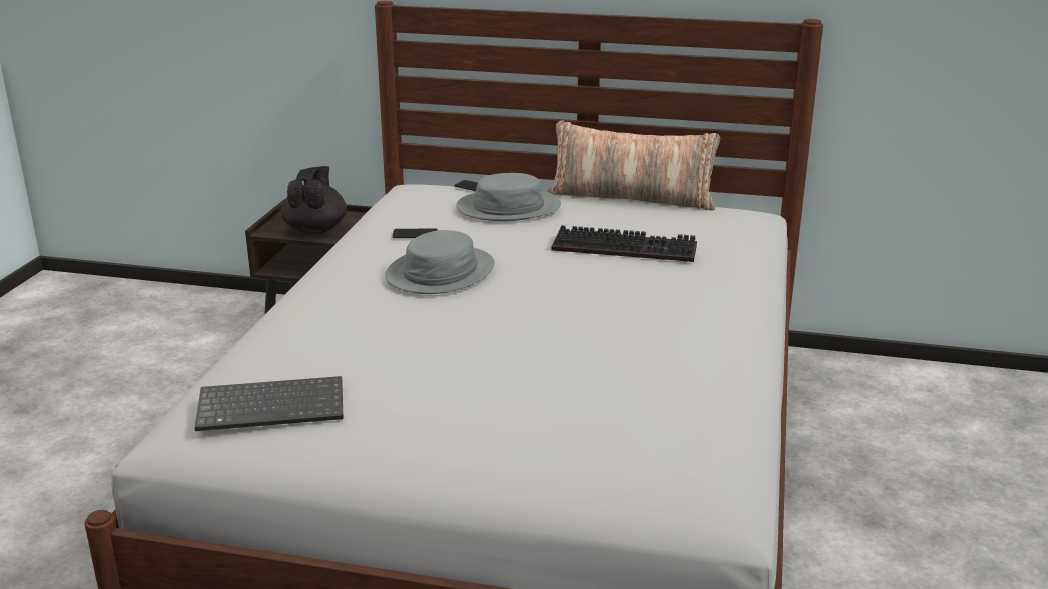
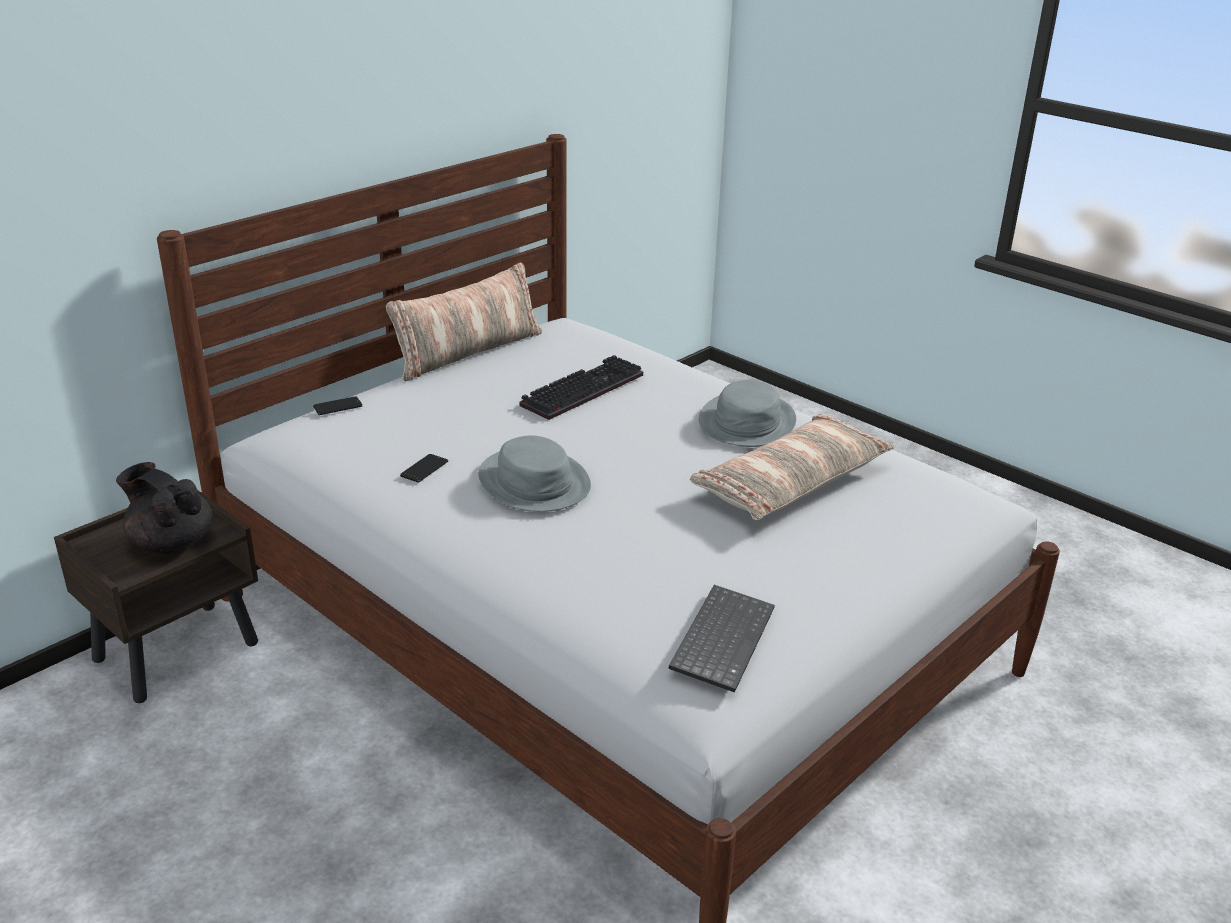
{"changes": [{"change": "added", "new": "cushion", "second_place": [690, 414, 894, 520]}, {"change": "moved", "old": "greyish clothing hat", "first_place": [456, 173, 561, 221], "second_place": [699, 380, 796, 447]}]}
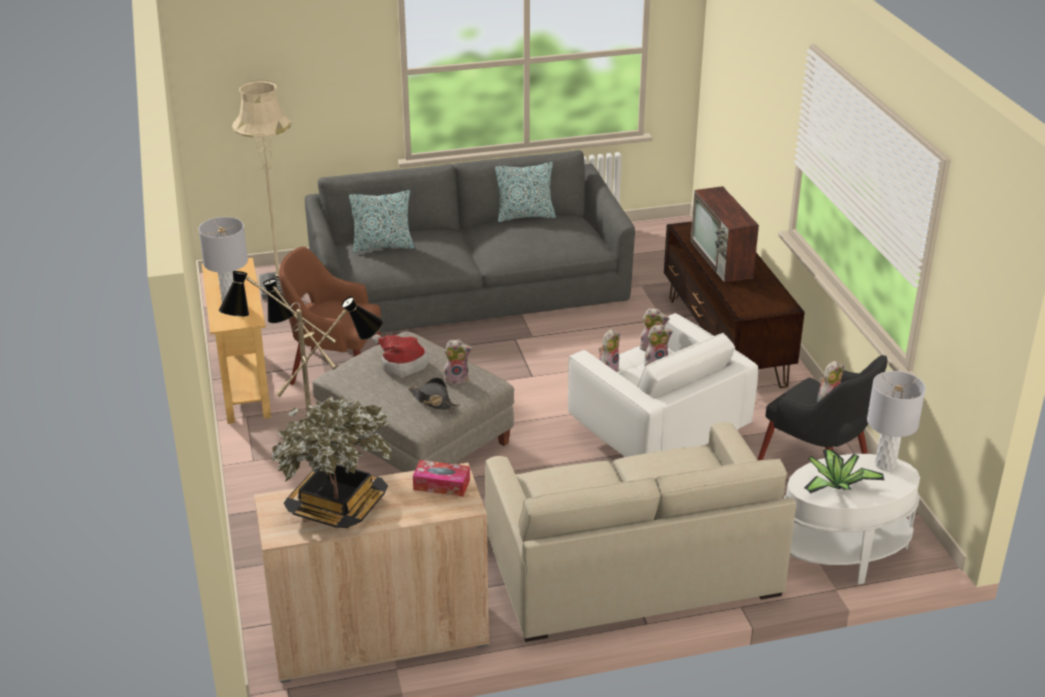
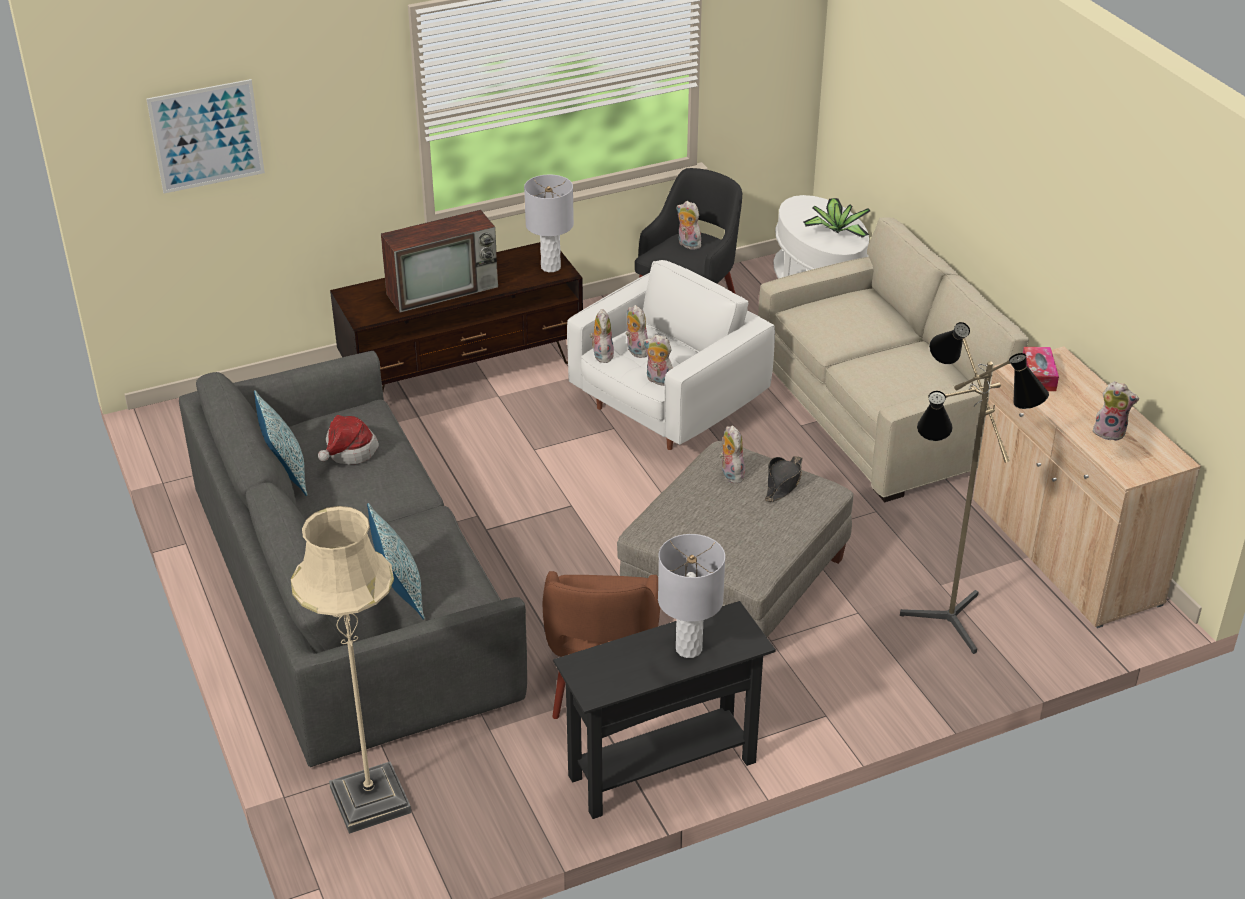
{"changes": [{"change": "added", "new": "wall art", "second_place": [146, 79, 265, 193]}, {"change": "moved", "old": "clothing hat", "first_place": [372, 334, 429, 378], "second_place": [318, 415, 379, 465]}, {"change": "moved", "old": "greyish tabletop lamp", "first_place": [867, 371, 926, 471], "second_place": [524, 175, 574, 272]}, {"change": "recoloured", "old": "sand-coloured hall table", "new": "blackish hall table", "first_place": [202, 258, 271, 424], "second_place": [553, 601, 776, 819]}, {"change": "replaced", "old": "potted plant", "new": "cuddly toy", "first_place": [272, 396, 392, 528], "second_place": [1093, 381, 1139, 441]}]}
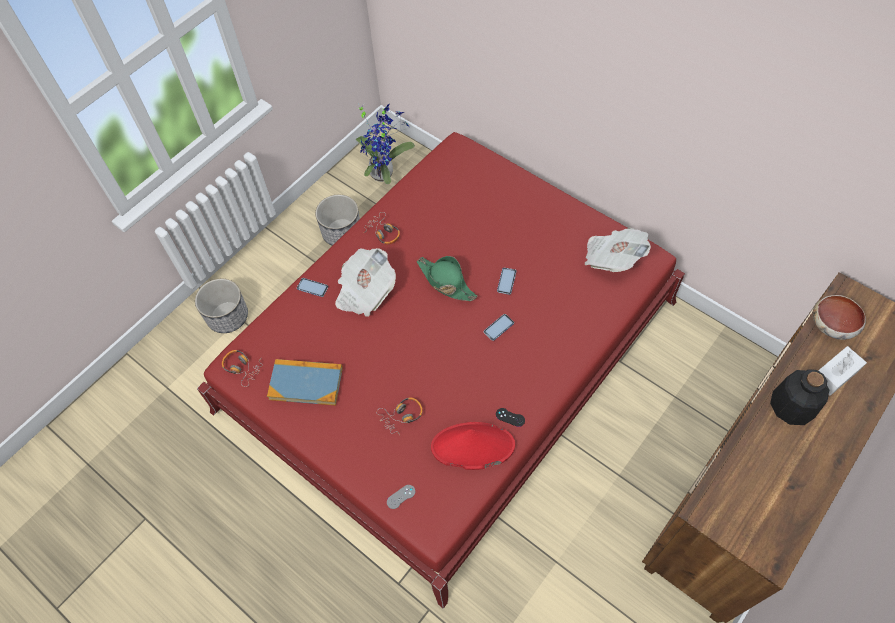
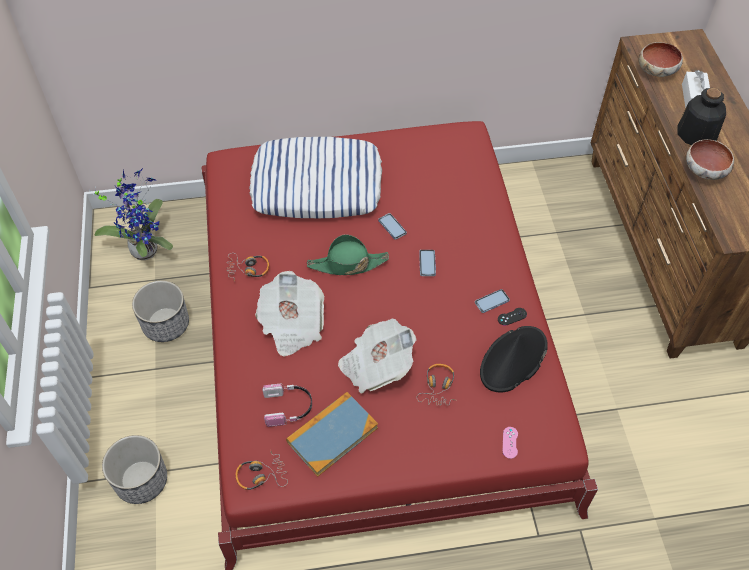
{"changes": [{"change": "added", "new": "cushion", "second_place": [249, 137, 382, 218]}, {"change": "added", "new": "headphones", "second_place": [262, 384, 312, 427]}, {"change": "moved", "old": "newspaper", "first_place": [585, 228, 651, 272], "second_place": [338, 319, 417, 394]}, {"change": "moved", "old": "phone", "first_place": [297, 278, 328, 297], "second_place": [475, 289, 510, 313]}, {"change": "recoloured", "old": "red-coloured clothing hat", "new": "blackish clothing hat", "first_place": [431, 422, 515, 470], "second_place": [480, 326, 548, 393]}, {"change": "recoloured", "old": "greyish game controller", "new": "pink-coloured game controller", "first_place": [387, 485, 415, 509], "second_place": [502, 427, 518, 459]}, {"change": "added", "new": "bowl", "second_place": [686, 139, 734, 180]}]}
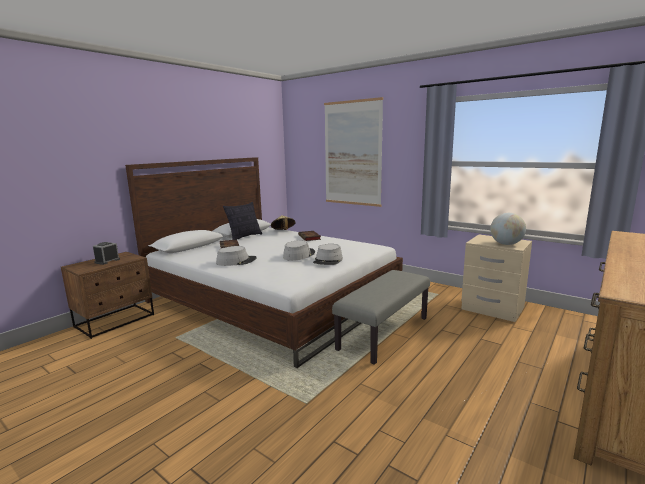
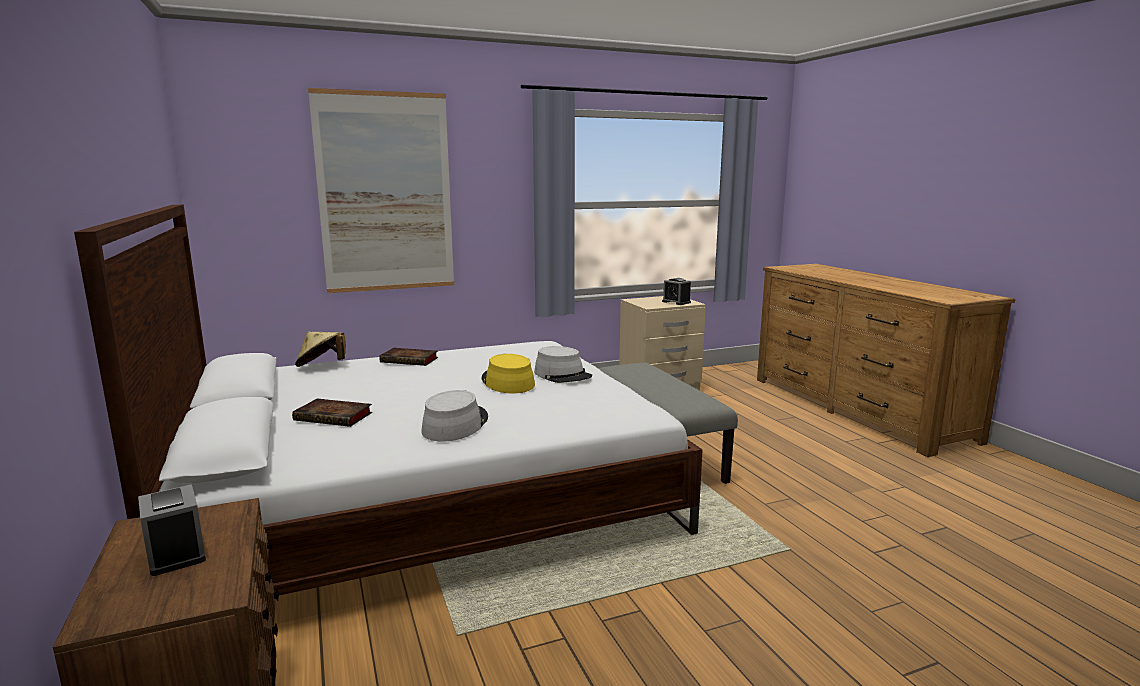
{"changes": [{"change": "recoloured", "old": "greyish clothing hat", "new": "yellowish clothing hat", "first_place": [283, 240, 315, 261], "second_place": [481, 354, 535, 393]}, {"change": "replaced", "old": "globe", "new": "table clock", "first_place": [490, 213, 526, 245], "second_place": [662, 278, 691, 305]}, {"change": "removed", "old": "cushion", "first_place": [223, 202, 262, 240]}]}
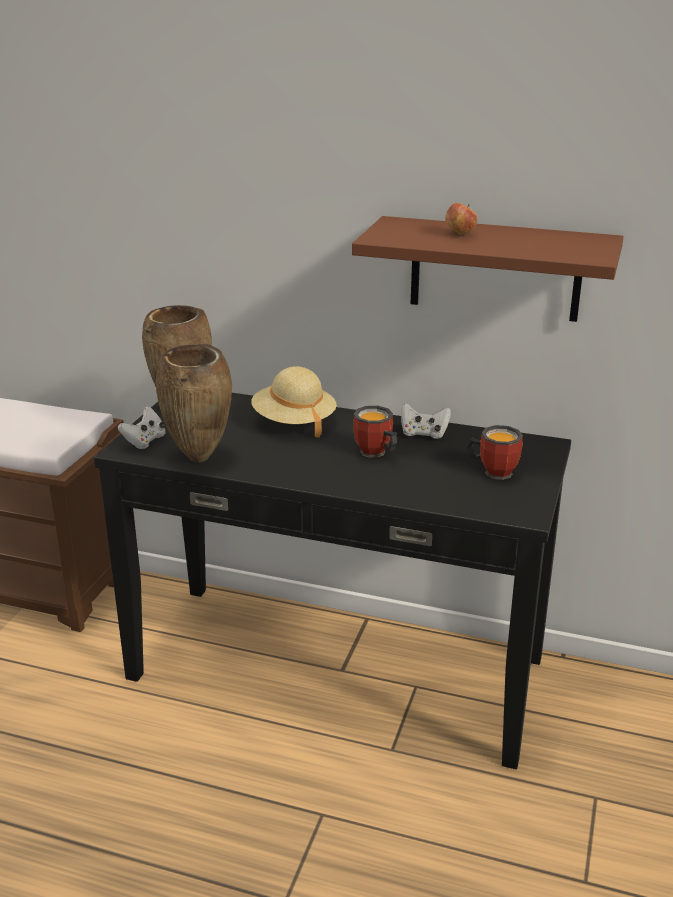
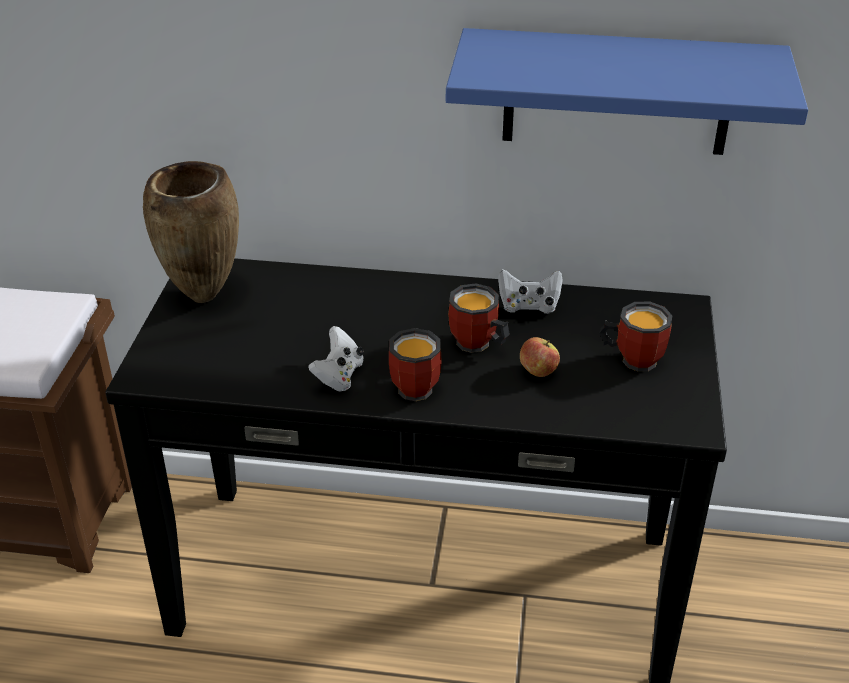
{"changes": [{"change": "moved", "old": "white-coloured game controller", "first_place": [118, 406, 166, 449], "second_place": [308, 326, 364, 392]}, {"change": "added", "new": "tea mug", "second_place": [389, 328, 442, 401]}, {"change": "recoloured", "old": "brown wall shelf", "new": "blue wall shelf", "first_place": [352, 216, 623, 322], "second_place": [446, 28, 808, 155]}, {"change": "moved", "old": "apple fruit", "first_place": [445, 203, 477, 235], "second_place": [520, 337, 560, 377]}, {"change": "removed", "old": "brown decorative vase", "first_place": [156, 344, 232, 463]}, {"change": "removed", "old": "sand-coloured clothing hat", "first_place": [251, 366, 337, 437]}]}
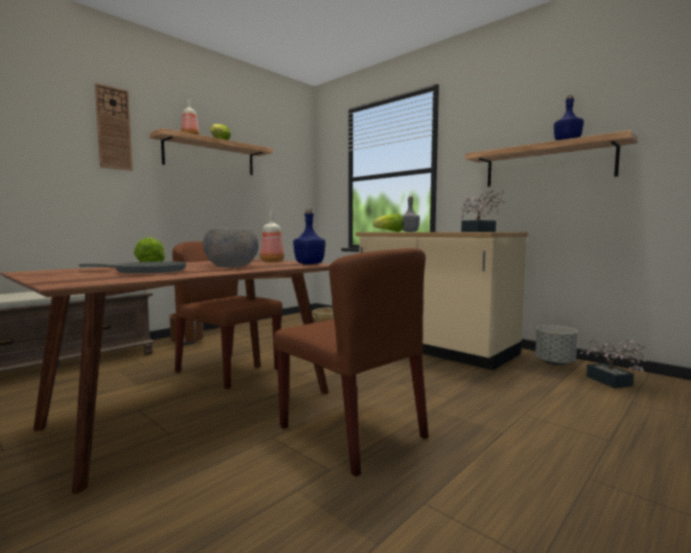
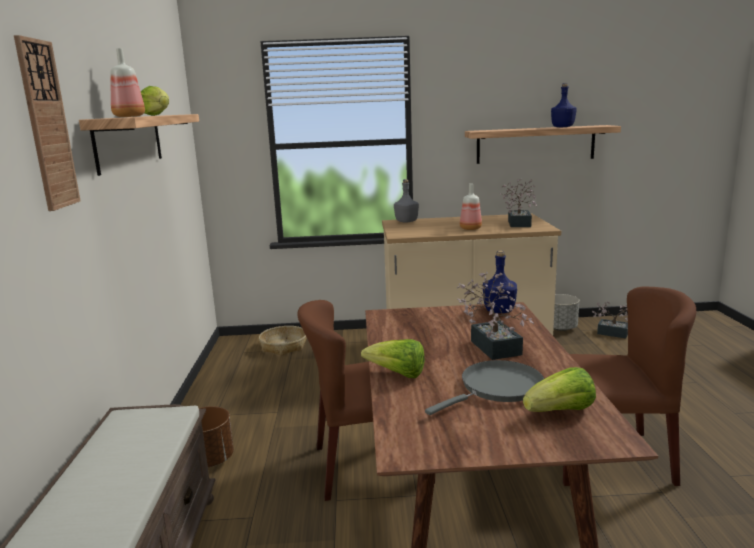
{"changes": [{"change": "replaced", "old": "greyish bowl", "new": "potted plant", "first_place": [203, 227, 259, 268], "second_place": [456, 272, 534, 360]}, {"change": "moved", "old": "drink bottle", "first_place": [260, 211, 284, 262], "second_place": [460, 184, 482, 230]}, {"change": "moved", "old": "lettuce head", "first_place": [373, 213, 404, 232], "second_place": [523, 367, 596, 412]}]}
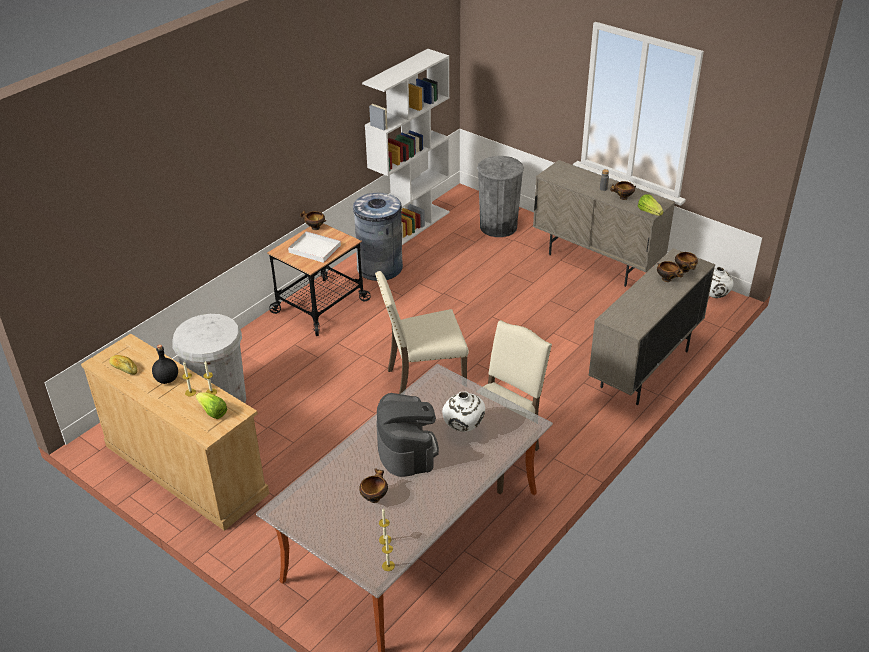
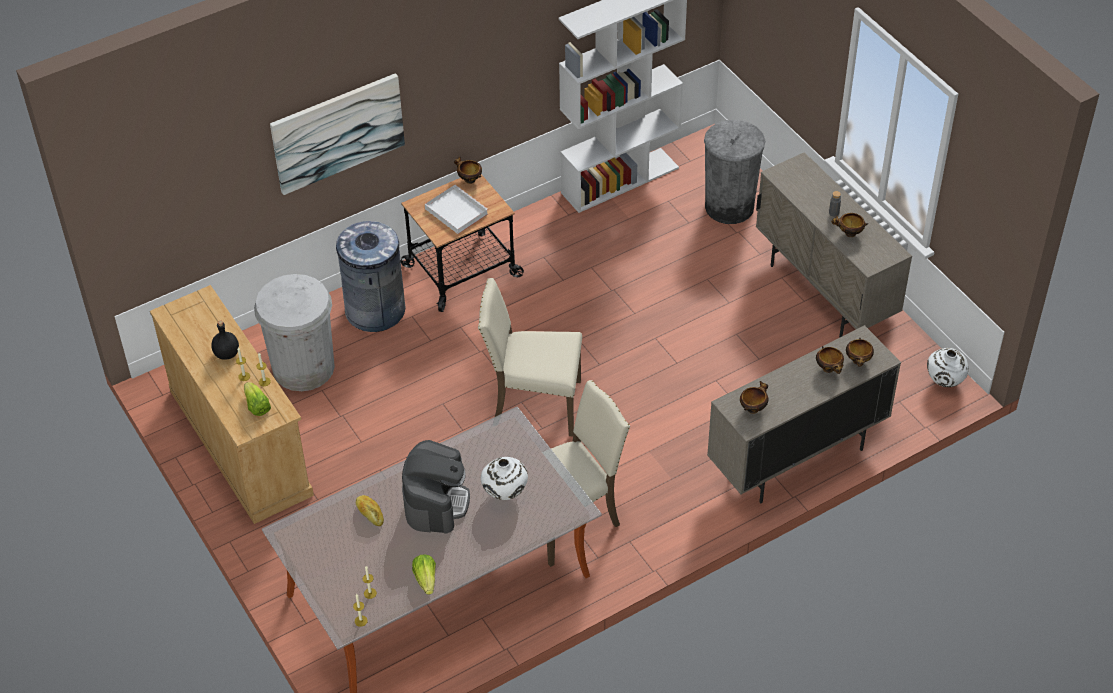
{"changes": [{"change": "added", "new": "wall art", "second_place": [270, 73, 405, 195]}, {"change": "moved", "old": "greyish rubbish bin", "first_place": [353, 193, 403, 281], "second_place": [335, 221, 405, 332]}, {"change": "moved", "old": "bakery bread", "first_place": [109, 355, 138, 375], "second_place": [356, 495, 384, 526]}, {"change": "moved", "old": "lettuce head", "first_place": [638, 194, 664, 216], "second_place": [412, 555, 436, 595]}, {"change": "moved", "old": "bowl", "first_place": [359, 469, 388, 503], "second_place": [740, 381, 768, 414]}]}
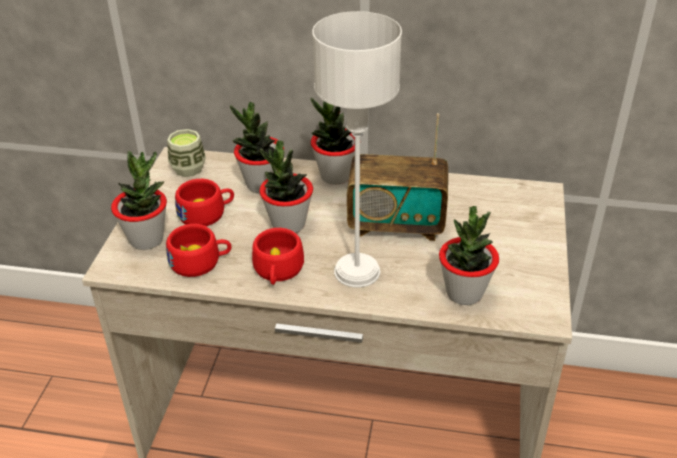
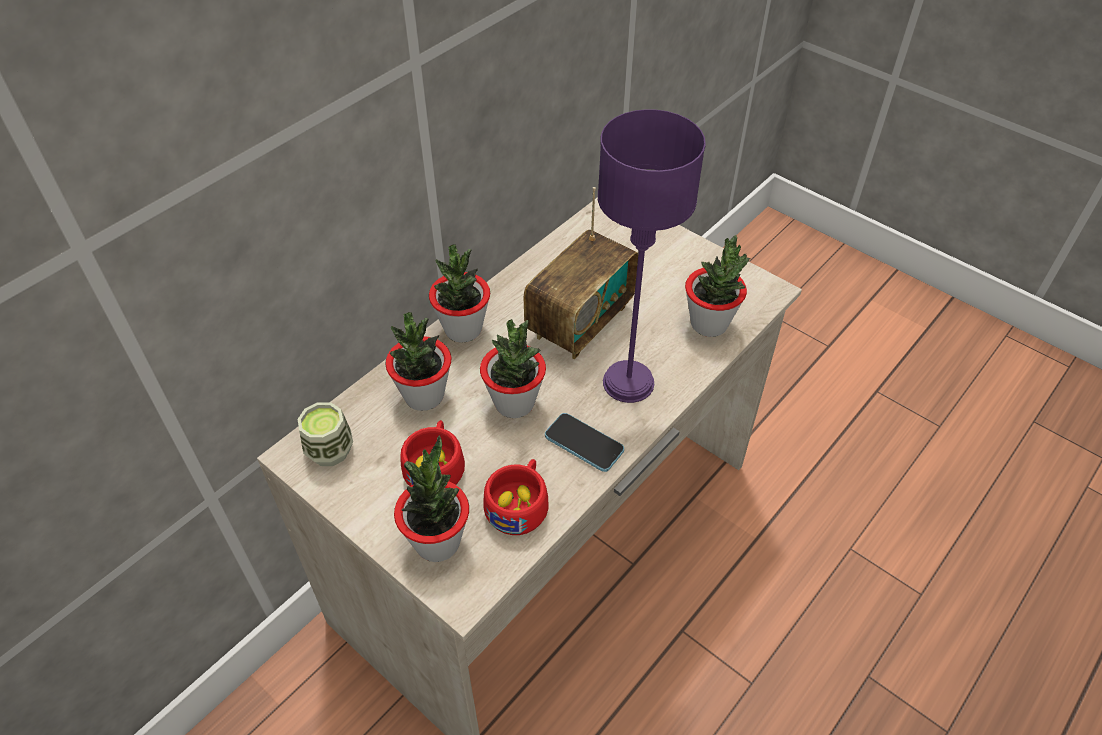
{"changes": [{"change": "replaced", "old": "red-coloured cup", "new": "phone", "first_place": [252, 228, 304, 285], "second_place": [545, 413, 624, 472]}, {"change": "recoloured", "old": "white-coloured tabletop lamp", "new": "purple tabletop lamp", "first_place": [312, 11, 402, 288], "second_place": [598, 109, 706, 403]}]}
